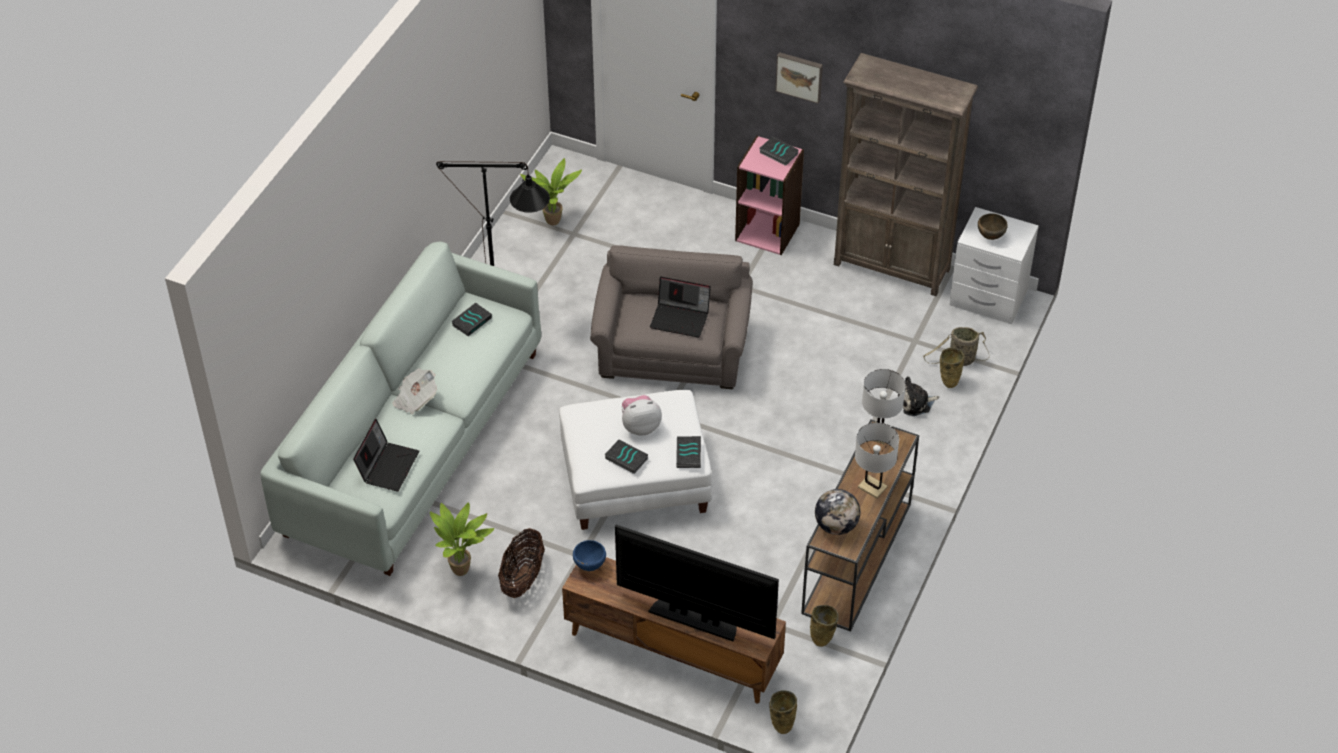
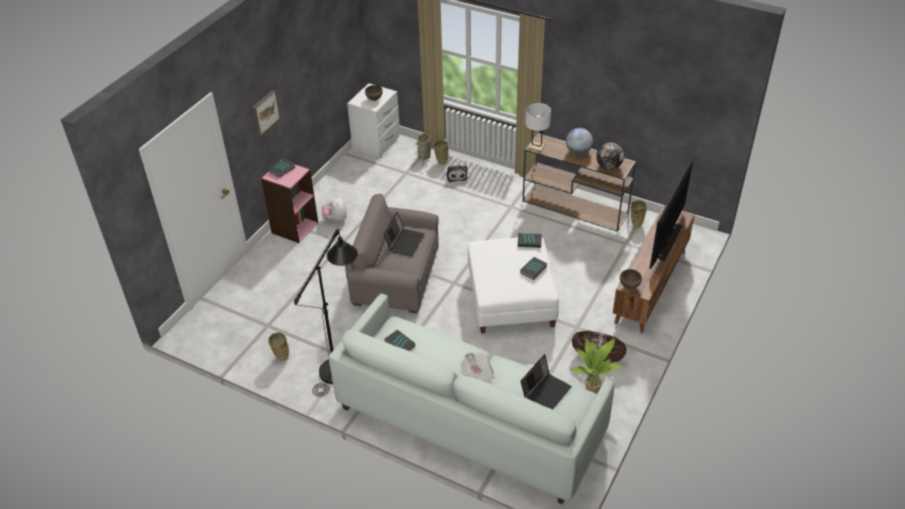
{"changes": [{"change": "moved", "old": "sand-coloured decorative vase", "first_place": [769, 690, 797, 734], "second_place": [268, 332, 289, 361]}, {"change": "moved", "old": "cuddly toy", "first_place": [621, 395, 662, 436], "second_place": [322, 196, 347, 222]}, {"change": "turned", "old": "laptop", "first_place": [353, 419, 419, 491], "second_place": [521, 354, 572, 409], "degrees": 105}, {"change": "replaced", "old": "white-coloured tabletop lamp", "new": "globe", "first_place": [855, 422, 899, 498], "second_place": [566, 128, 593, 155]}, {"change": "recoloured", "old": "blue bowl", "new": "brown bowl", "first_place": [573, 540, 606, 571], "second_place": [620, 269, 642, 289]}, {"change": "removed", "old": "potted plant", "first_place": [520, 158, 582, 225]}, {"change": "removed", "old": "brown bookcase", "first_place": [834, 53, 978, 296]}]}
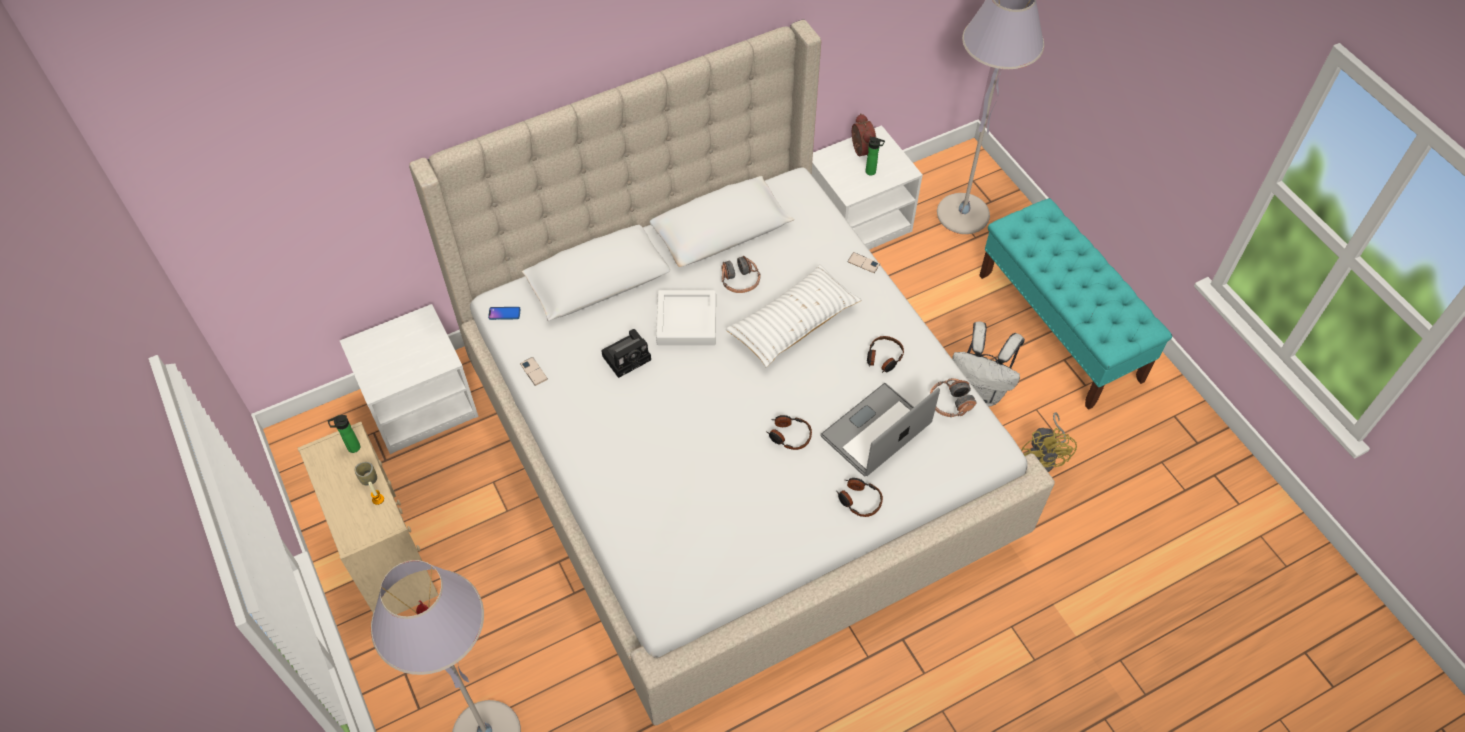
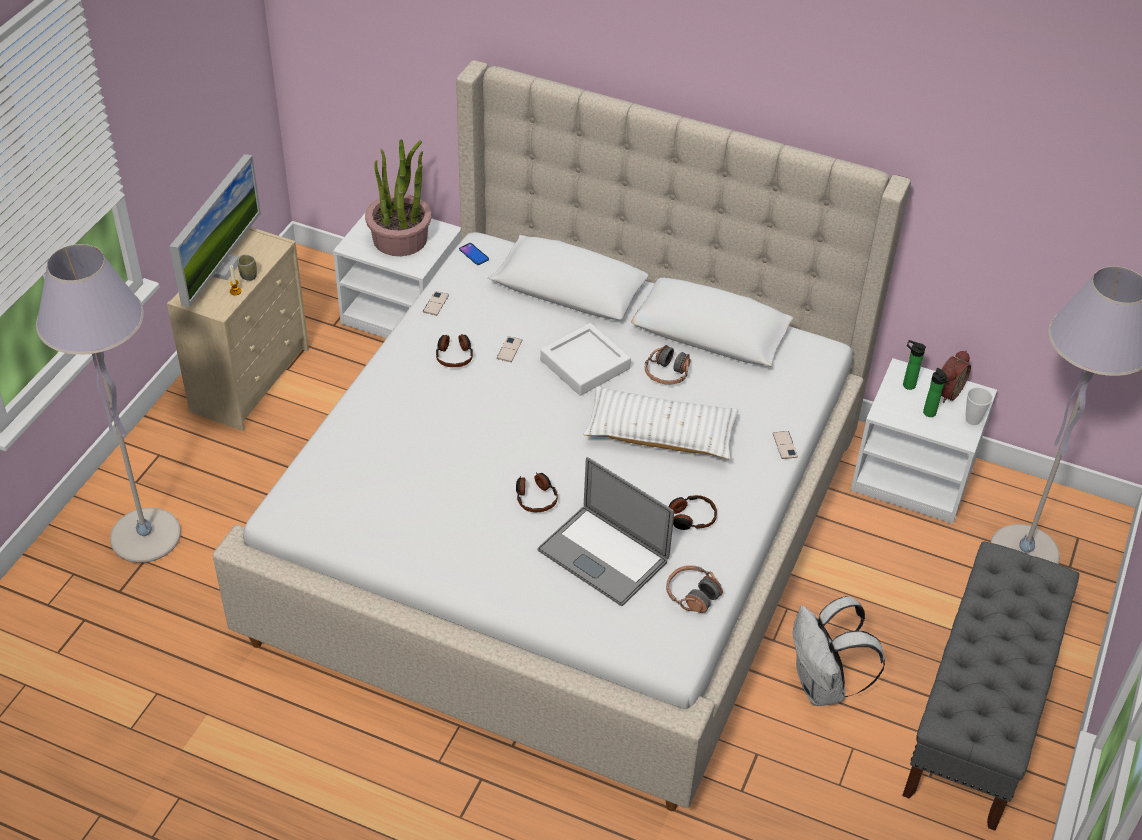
{"changes": [{"change": "added", "new": "computer screen", "second_place": [169, 154, 261, 307]}, {"change": "added", "new": "potted plant", "second_place": [365, 140, 432, 256]}, {"change": "moved", "old": "headphones", "first_place": [837, 478, 883, 517], "second_place": [436, 334, 473, 367]}, {"change": "replaced", "old": "still camera", "new": "phone", "first_place": [601, 329, 651, 378], "second_place": [497, 336, 522, 362]}, {"change": "turned", "old": "laptop", "first_place": [820, 383, 940, 476], "second_place": [538, 457, 674, 606], "degrees": -150}, {"change": "recoloured", "old": "turquoise-coloured indoor bench", "new": "greyish indoor bench", "first_place": [979, 198, 1172, 410], "second_place": [902, 541, 1079, 831]}, {"change": "moved", "old": "drink bottle", "first_place": [328, 415, 360, 453], "second_place": [903, 340, 926, 390]}, {"change": "added", "new": "cup", "second_place": [965, 387, 993, 425]}, {"change": "removed", "old": "yellowish cooling fan", "first_place": [1021, 412, 1077, 472]}]}
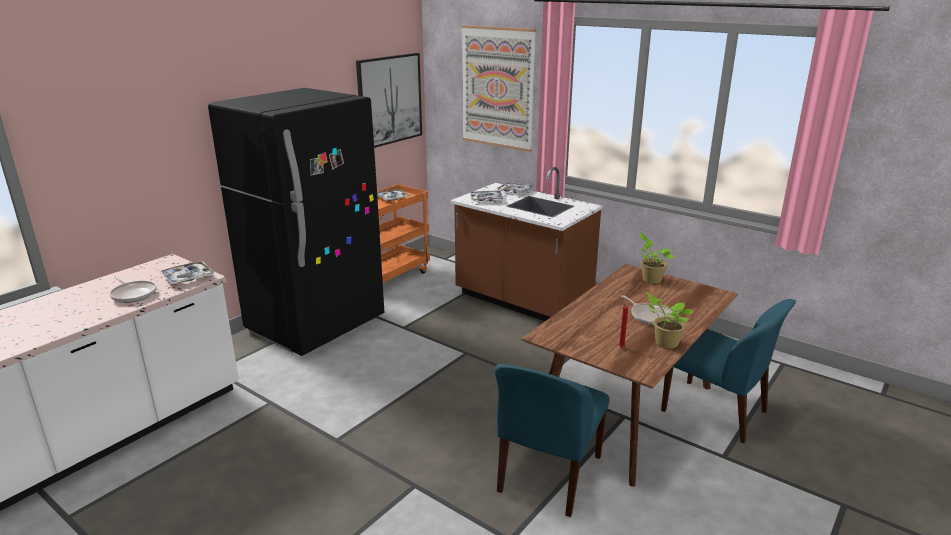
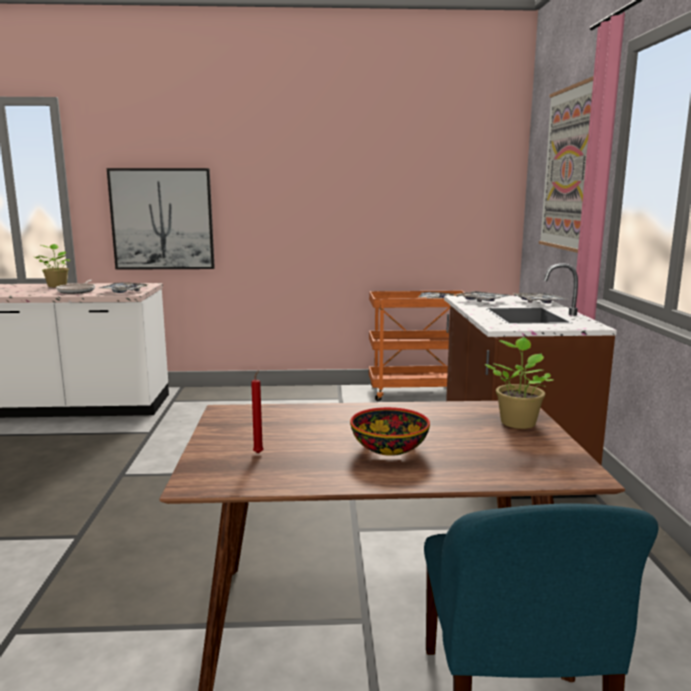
{"changes": [{"change": "moved", "old": "potted plant", "first_place": [645, 292, 693, 348], "second_place": [35, 244, 70, 287]}, {"change": "moved", "old": "wall art", "first_place": [356, 53, 422, 148], "second_place": [107, 168, 215, 270]}, {"change": "replaced", "old": "frying pan", "new": "bowl", "first_place": [621, 295, 673, 325], "second_place": [350, 407, 430, 456]}, {"change": "removed", "old": "blackish refrigerator", "first_place": [208, 88, 384, 356]}, {"change": "removed", "old": "blue plain chair", "first_place": [494, 364, 610, 517]}]}
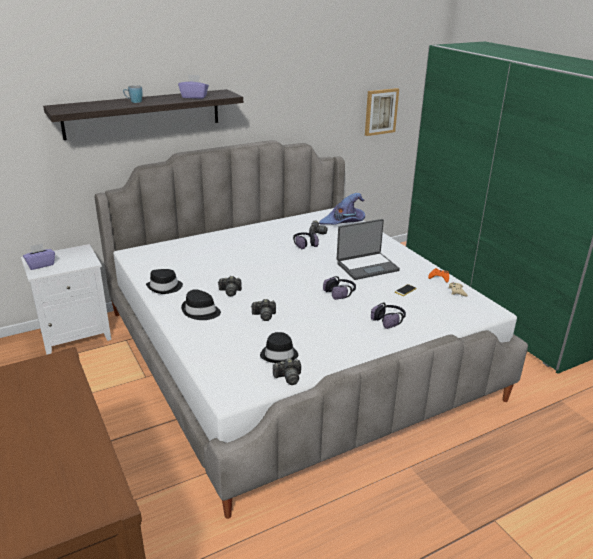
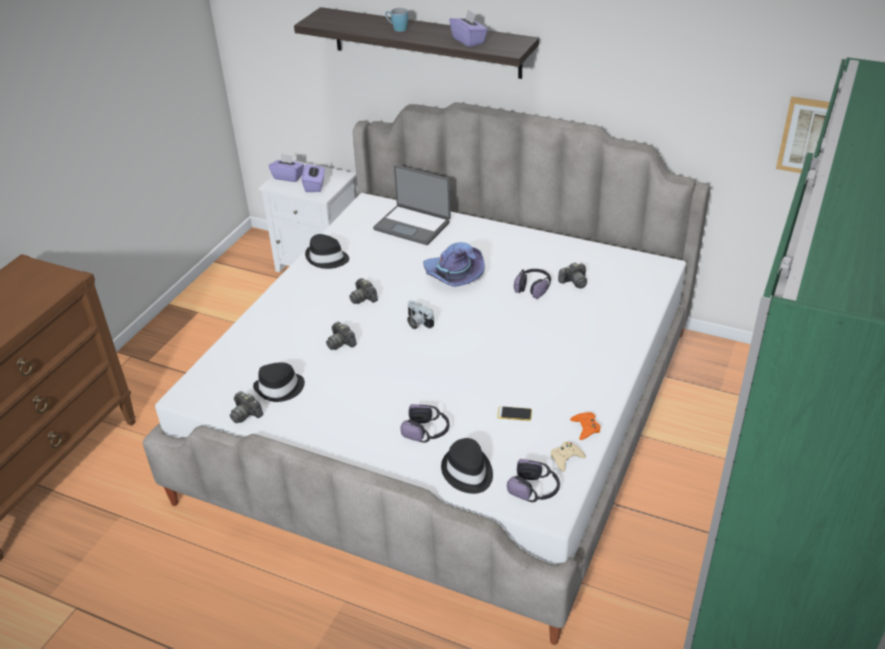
{"changes": [{"change": "added", "new": "purple box of tissues", "second_place": [302, 162, 325, 192]}, {"change": "moved", "old": "laptop", "first_place": [337, 219, 400, 280], "second_place": [373, 165, 451, 245]}, {"change": "added", "new": "still camera", "second_place": [407, 300, 434, 329]}, {"change": "moved", "old": "purple clothing hat", "first_place": [319, 193, 365, 225], "second_place": [423, 242, 485, 287]}, {"change": "moved", "old": "blackish clothing hat", "first_place": [181, 289, 221, 320], "second_place": [441, 438, 493, 494]}, {"change": "moved", "old": "headphones", "first_place": [323, 276, 356, 300], "second_place": [507, 459, 560, 502]}]}
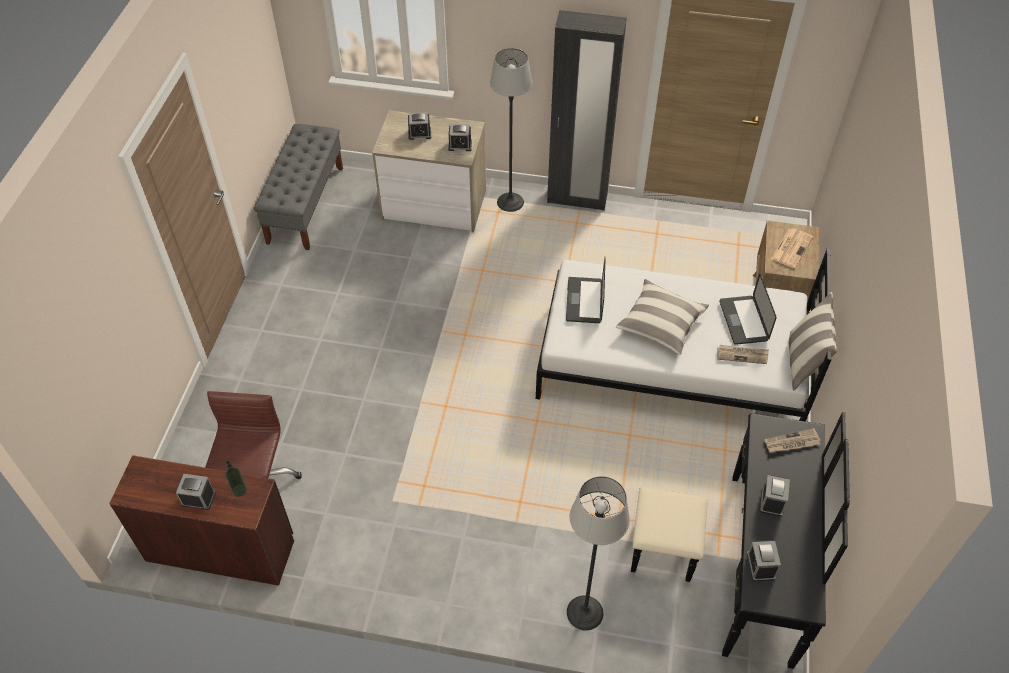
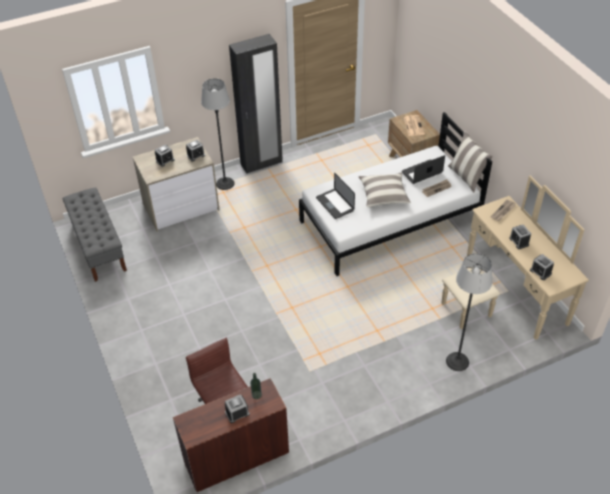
{"changes": [{"change": "turned", "old": "laptop", "first_place": [720, 273, 777, 345], "second_place": [402, 155, 445, 184], "degrees": 105}, {"change": "recoloured", "old": "blackish drawer chest", "new": "sand-coloured drawer chest", "first_place": [631, 412, 850, 669], "second_place": [441, 175, 589, 340]}]}
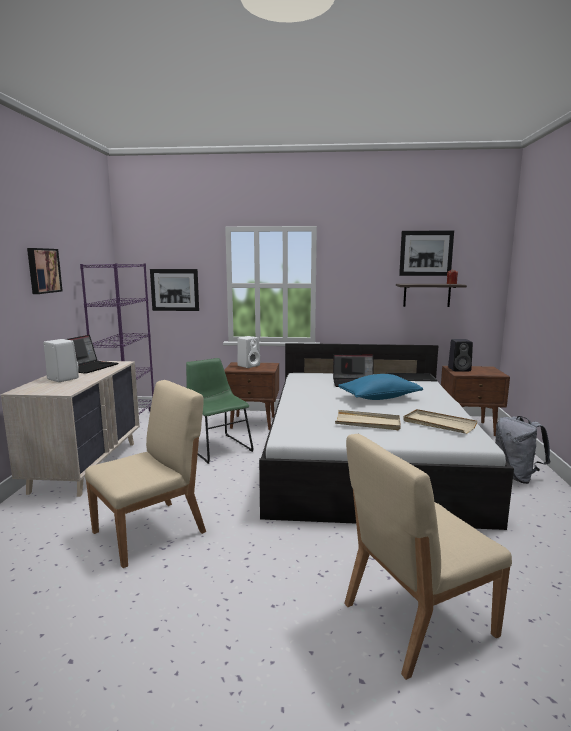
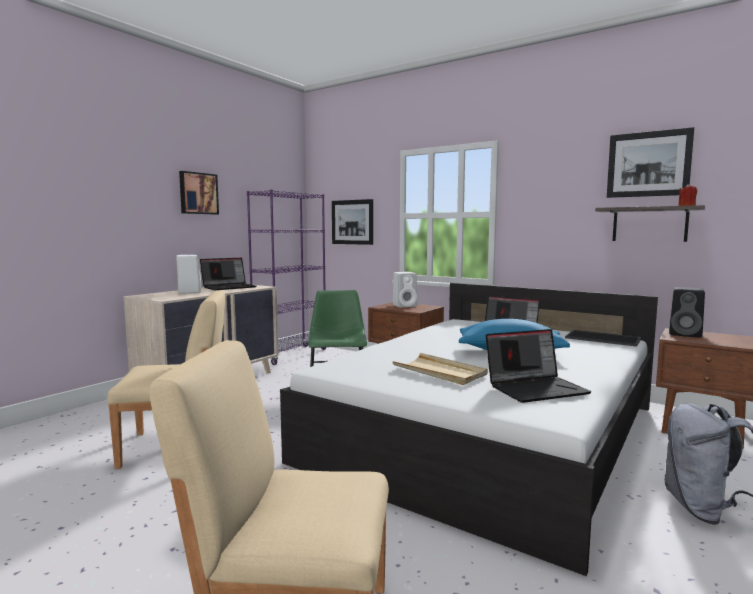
{"changes": [{"change": "replaced", "old": "sand-coloured carrying tray", "new": "laptop", "first_place": [403, 409, 478, 434], "second_place": [486, 329, 592, 403]}]}
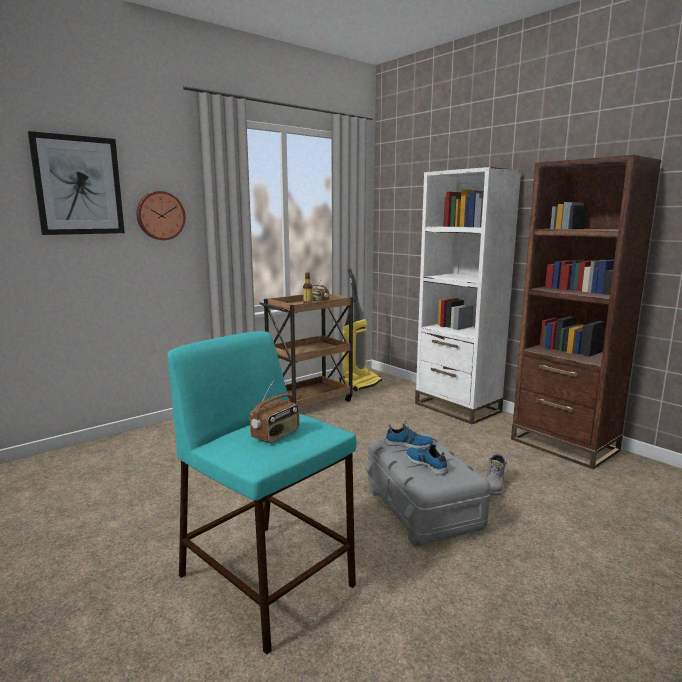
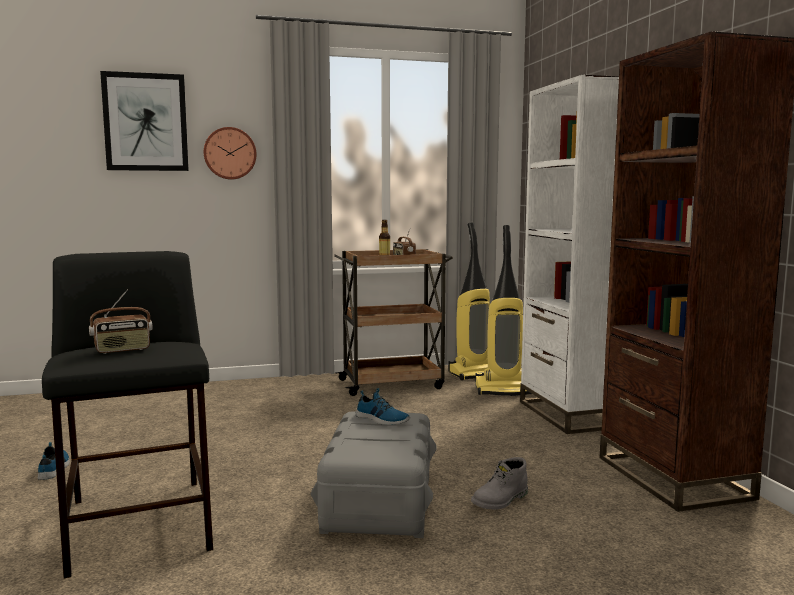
{"changes": [{"change": "moved", "old": "item of footwear", "first_place": [406, 441, 448, 475], "second_place": [38, 442, 70, 480]}, {"change": "recoloured", "old": "turquoise-coloured stool seat", "new": "blackish stool seat", "first_place": [168, 331, 356, 655], "second_place": [42, 251, 213, 578]}, {"change": "added", "new": "vacuum", "second_place": [475, 225, 532, 396]}]}
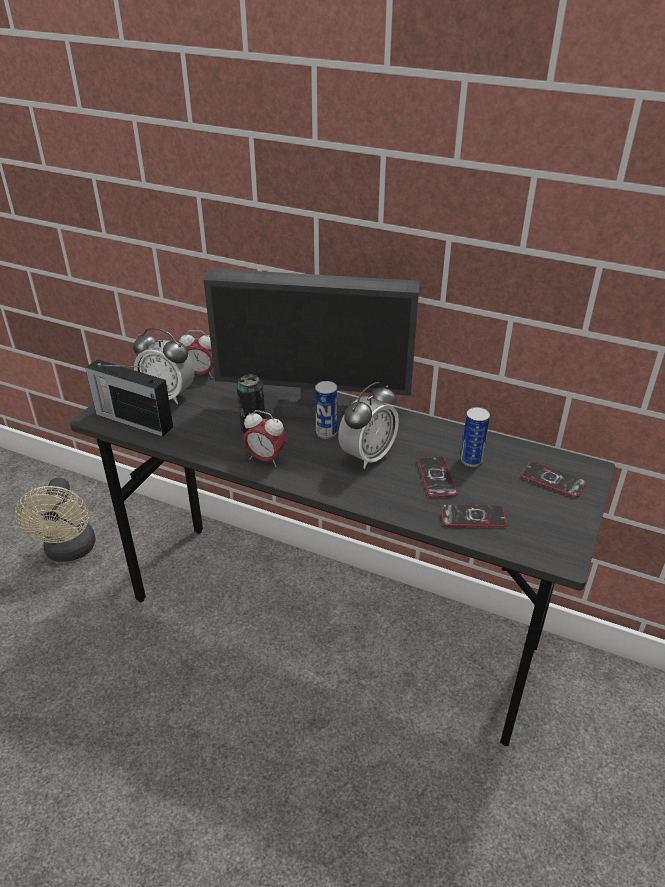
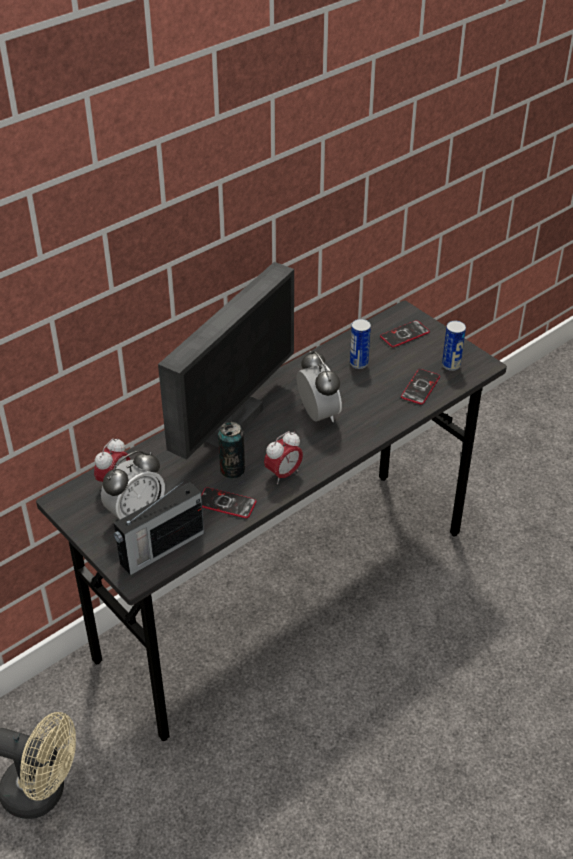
{"changes": [{"change": "moved", "old": "phone", "first_place": [417, 457, 458, 498], "second_place": [201, 487, 257, 518]}, {"change": "moved", "old": "can", "first_place": [315, 381, 337, 439], "second_place": [442, 321, 466, 371]}]}
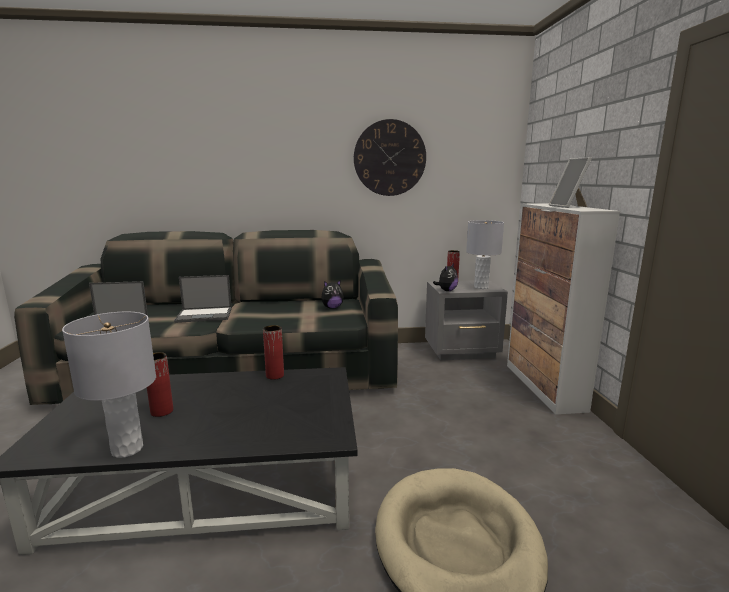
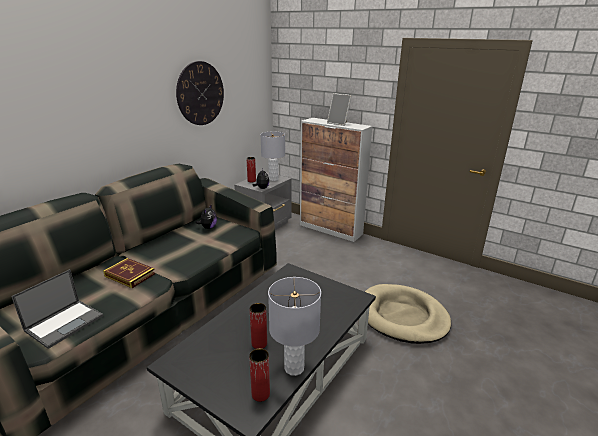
{"changes": [{"change": "replaced", "old": "laptop", "new": "volume", "first_place": [174, 275, 232, 323], "second_place": [103, 258, 155, 288]}, {"change": "moved", "old": "red-coloured decorative vase", "first_place": [263, 325, 284, 380], "second_place": [249, 348, 270, 402]}]}
